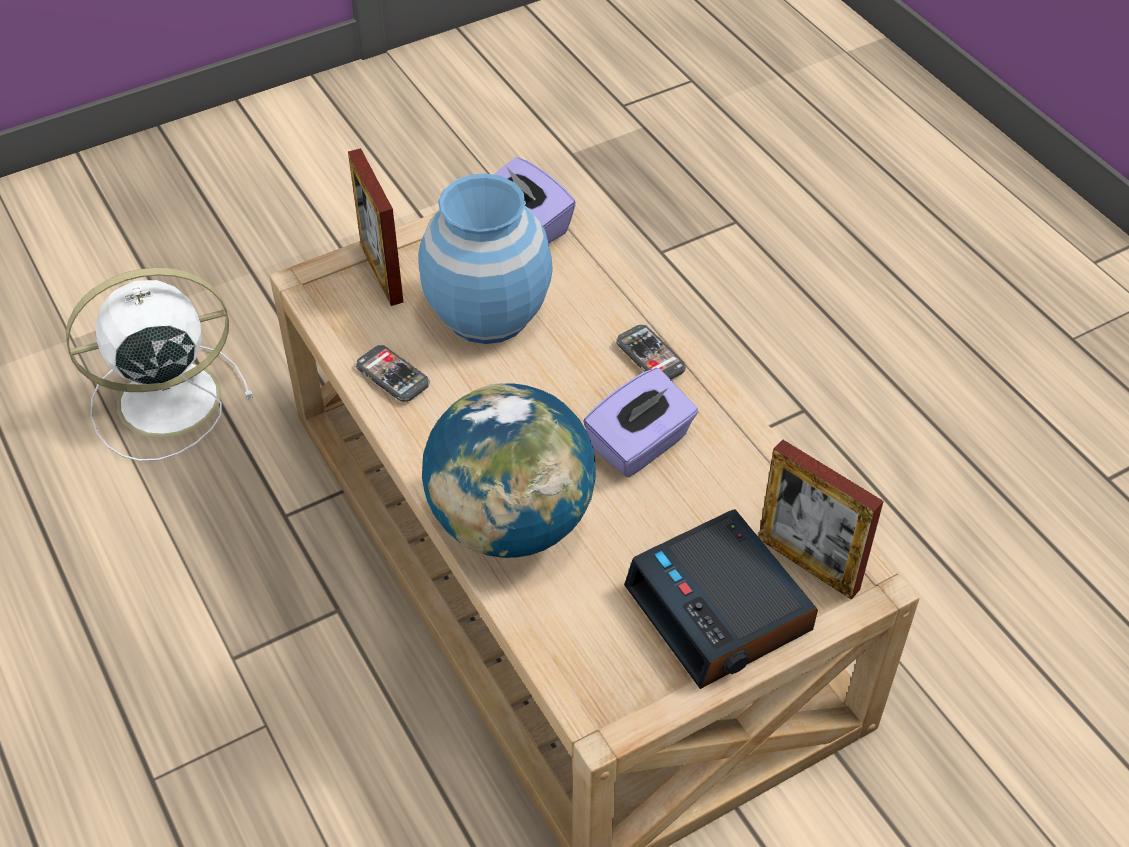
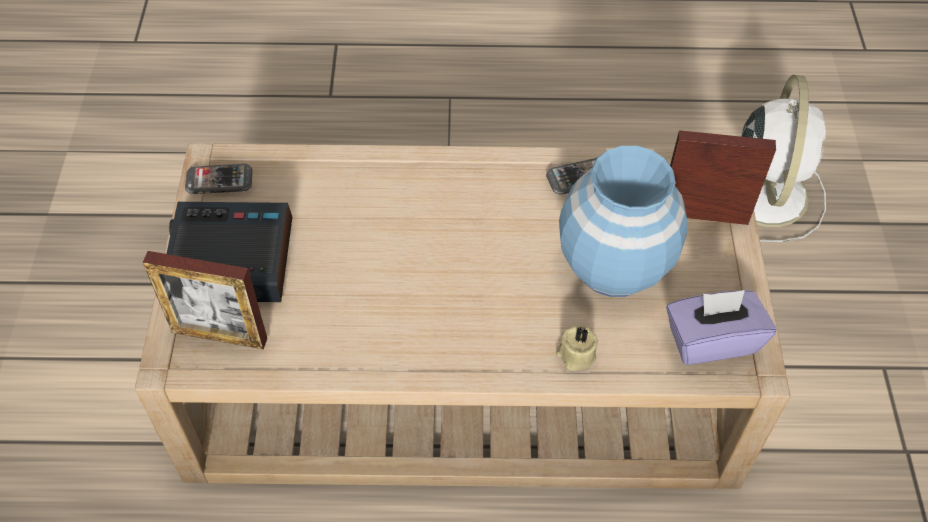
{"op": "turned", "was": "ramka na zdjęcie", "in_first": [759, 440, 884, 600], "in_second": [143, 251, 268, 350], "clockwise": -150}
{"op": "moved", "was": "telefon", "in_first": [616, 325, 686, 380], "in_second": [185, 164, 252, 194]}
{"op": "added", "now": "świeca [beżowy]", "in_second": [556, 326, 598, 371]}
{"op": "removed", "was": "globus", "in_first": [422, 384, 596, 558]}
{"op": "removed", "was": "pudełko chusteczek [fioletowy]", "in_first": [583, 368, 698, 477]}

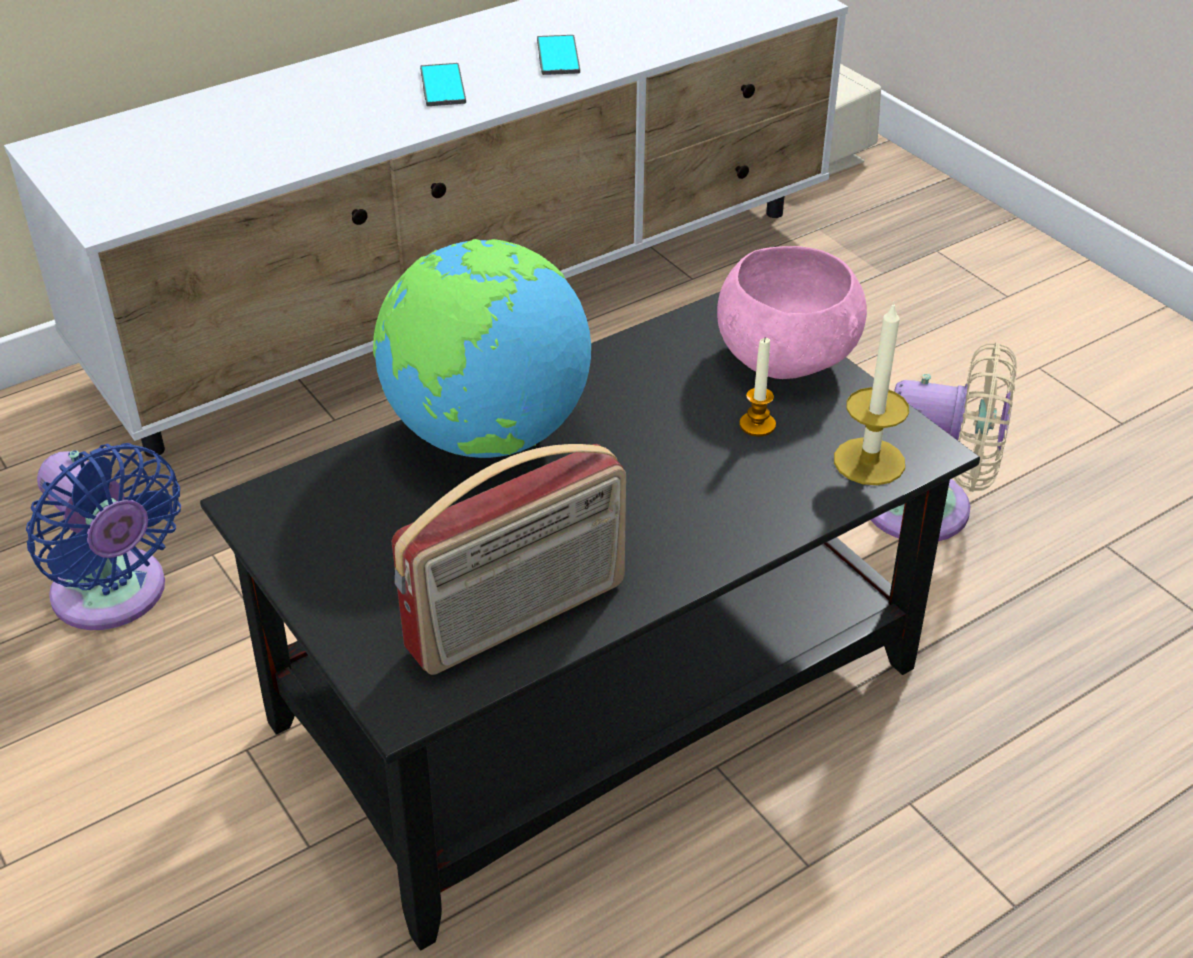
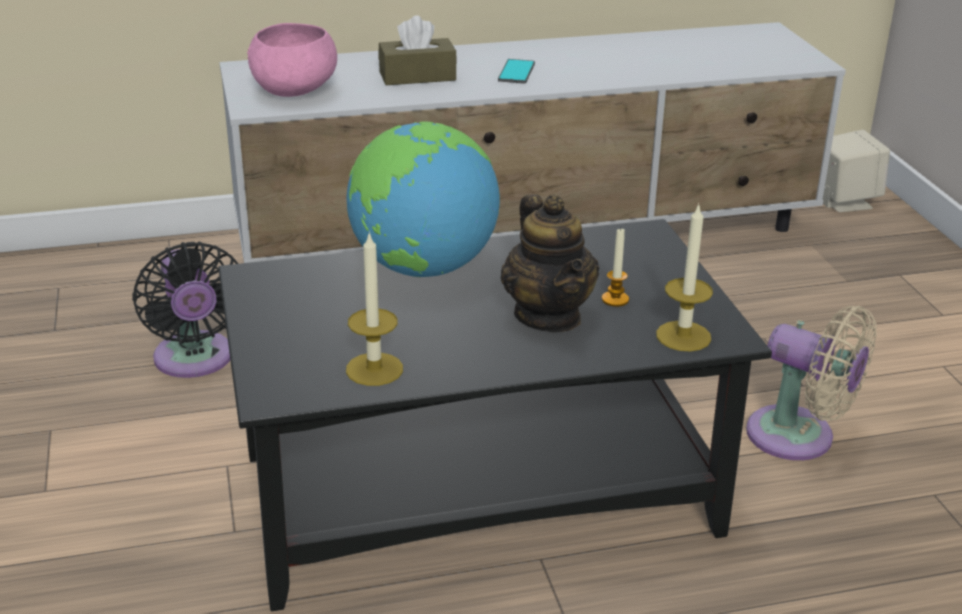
{"op": "recoloured", "was": "wentylator [niebieski]", "now": "wentylator [czarny]", "in_first": [26, 443, 181, 630], "in_second": [132, 242, 238, 378]}
{"op": "moved", "was": "miska [różowy]", "in_first": [717, 246, 867, 379], "in_second": [247, 23, 337, 97]}
{"op": "replaced", "was": "radio", "now": "świeca", "in_first": [392, 444, 626, 675], "in_second": [346, 231, 403, 386]}
{"op": "added", "now": "pudełko chusteczek [brązowy]", "in_second": [379, 15, 457, 85]}
{"op": "added", "now": "imbryk", "in_second": [501, 194, 599, 332]}
{"op": "removed", "was": "telefon", "in_first": [537, 35, 580, 75]}

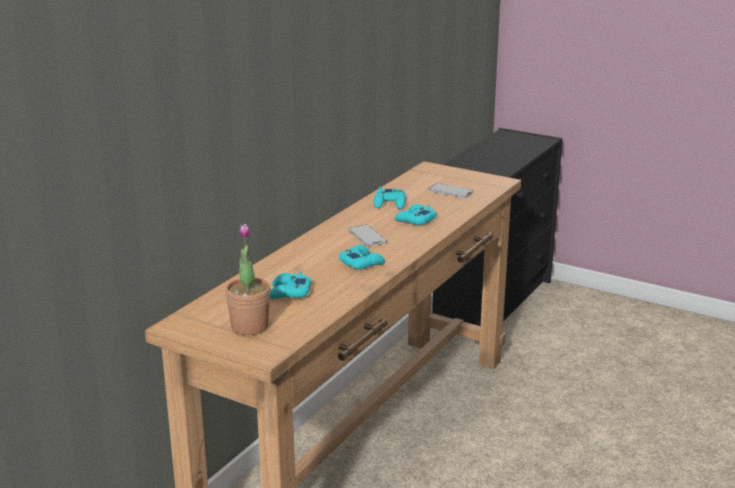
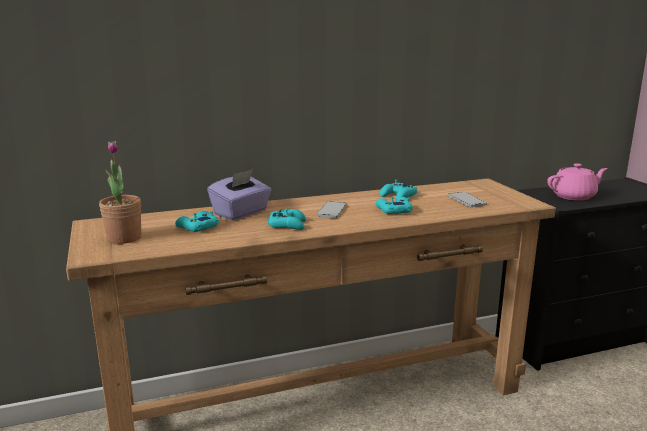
{"op": "added", "now": "pudełko chusteczek [fioletowy]", "in_second": [207, 169, 271, 220]}
{"op": "added", "now": "imbryk [różowy]", "in_second": [548, 163, 608, 201]}

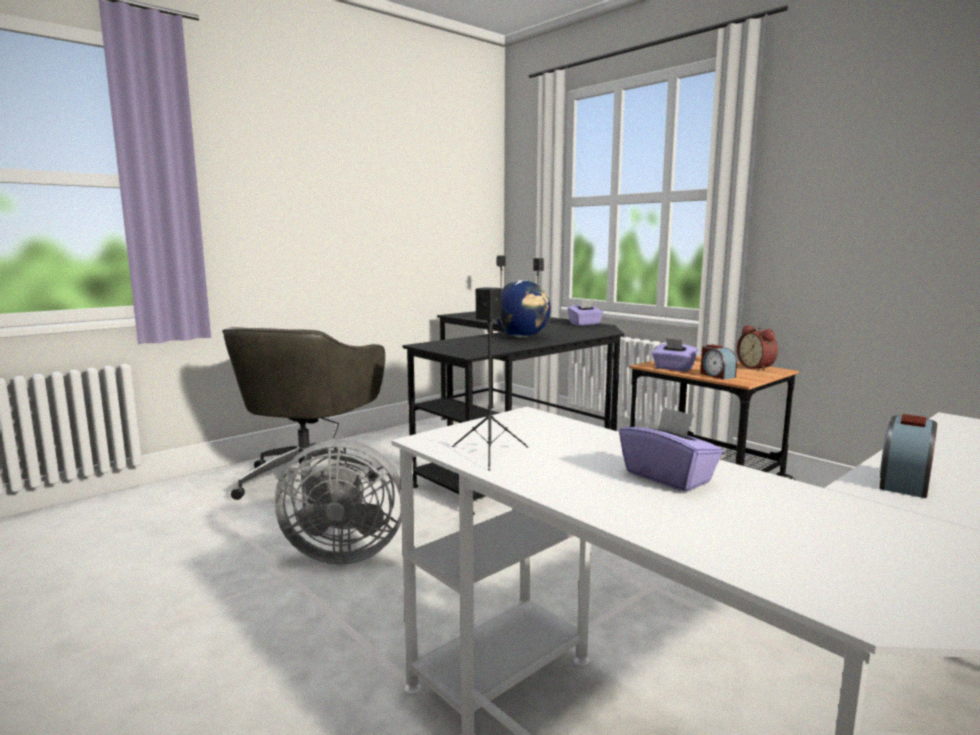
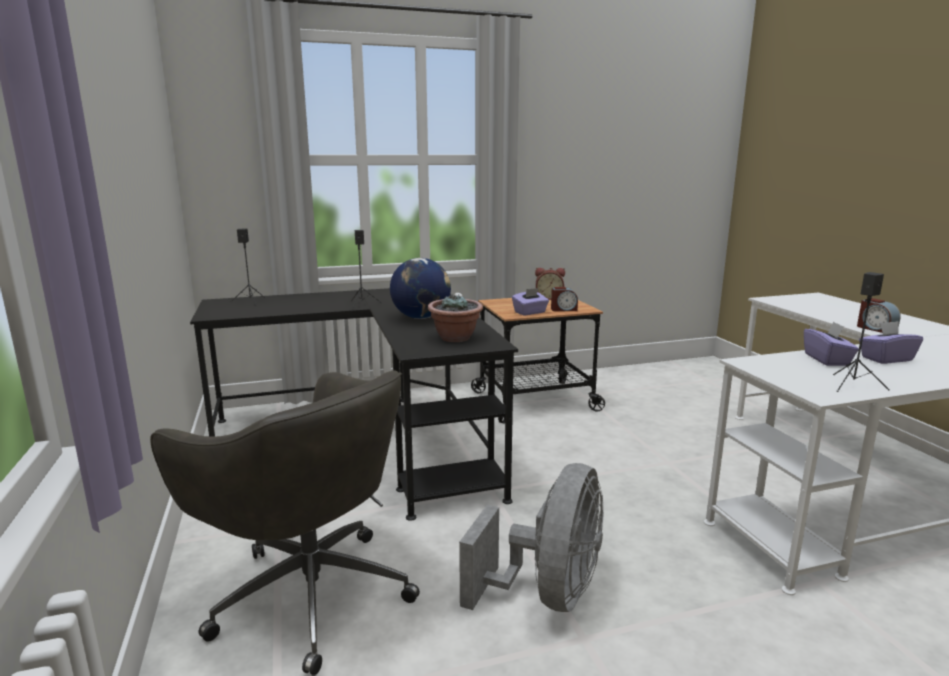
{"op": "added", "now": "roślina doniczkowa", "in_second": [428, 294, 483, 342]}
{"op": "moved", "was": "pudełko chusteczek [fioletowy]", "in_first": [568, 300, 603, 326], "in_second": [804, 321, 859, 366]}

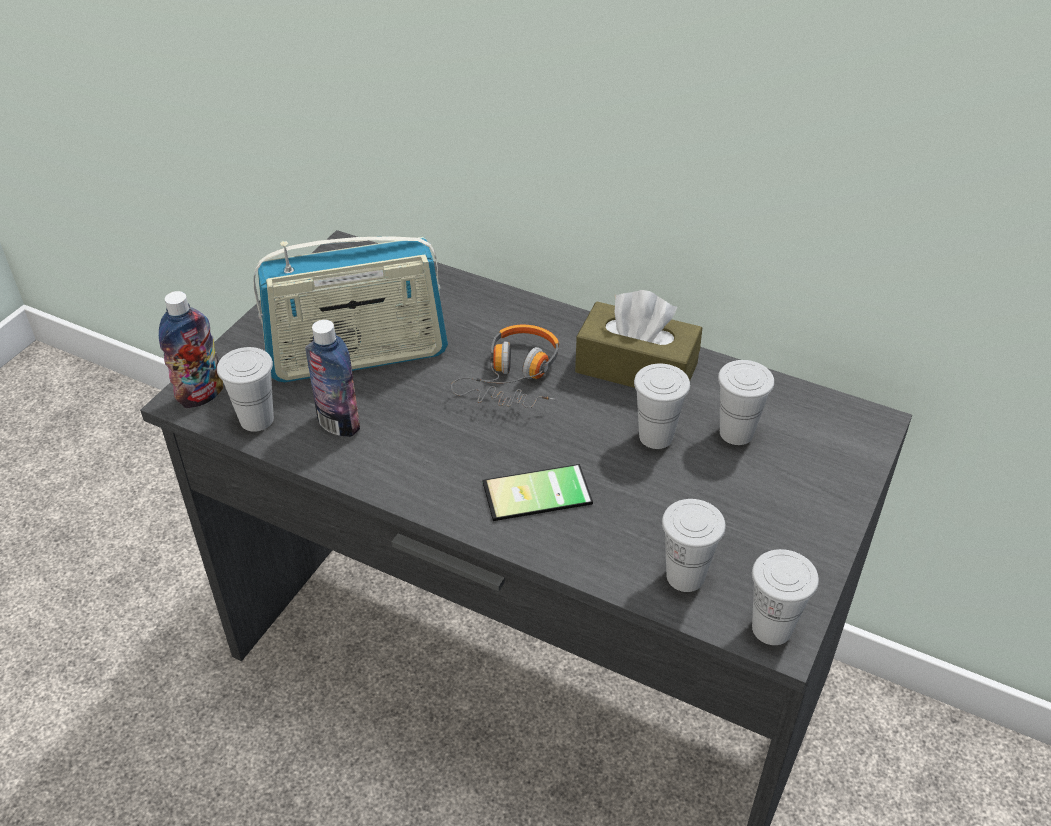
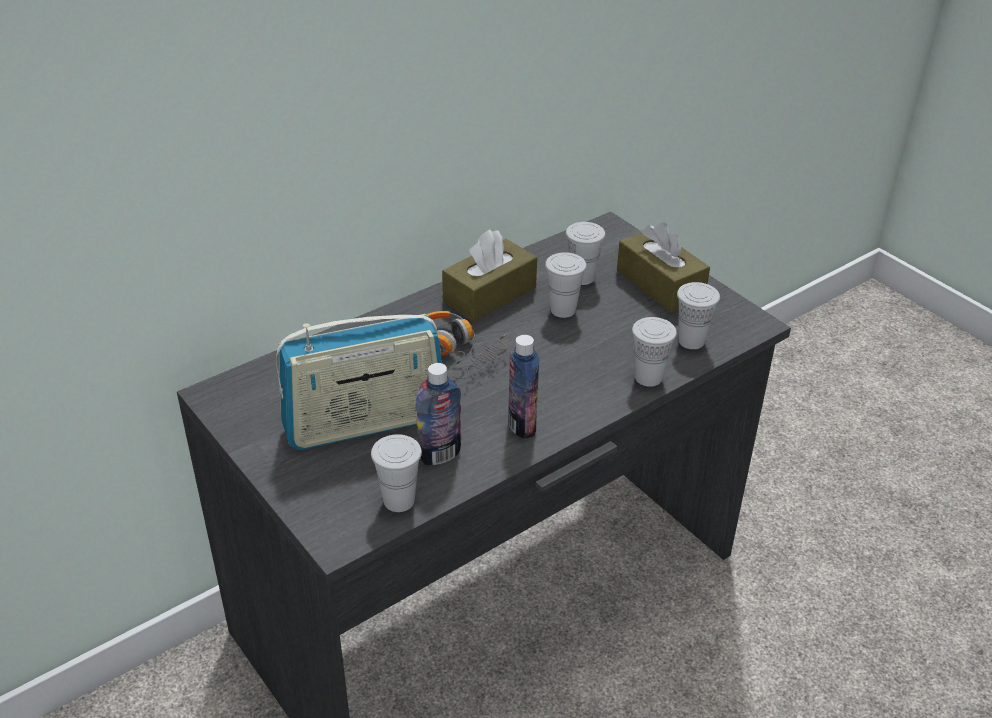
{"op": "turned", "was": "radio", "in_first": [254, 236, 448, 382], "in_second": [276, 314, 442, 450], "clockwise": 60}
{"op": "moved", "was": "butelka", "in_first": [159, 291, 223, 409], "in_second": [508, 335, 539, 439]}
{"op": "added", "now": "pudełko chusteczek [brązowy]", "in_second": [617, 222, 710, 312]}
{"op": "moved", "was": "filiżanka [biały]", "in_first": [752, 549, 819, 645], "in_second": [632, 317, 677, 387]}
{"op": "removed", "was": "telefon", "in_first": [483, 464, 593, 521]}

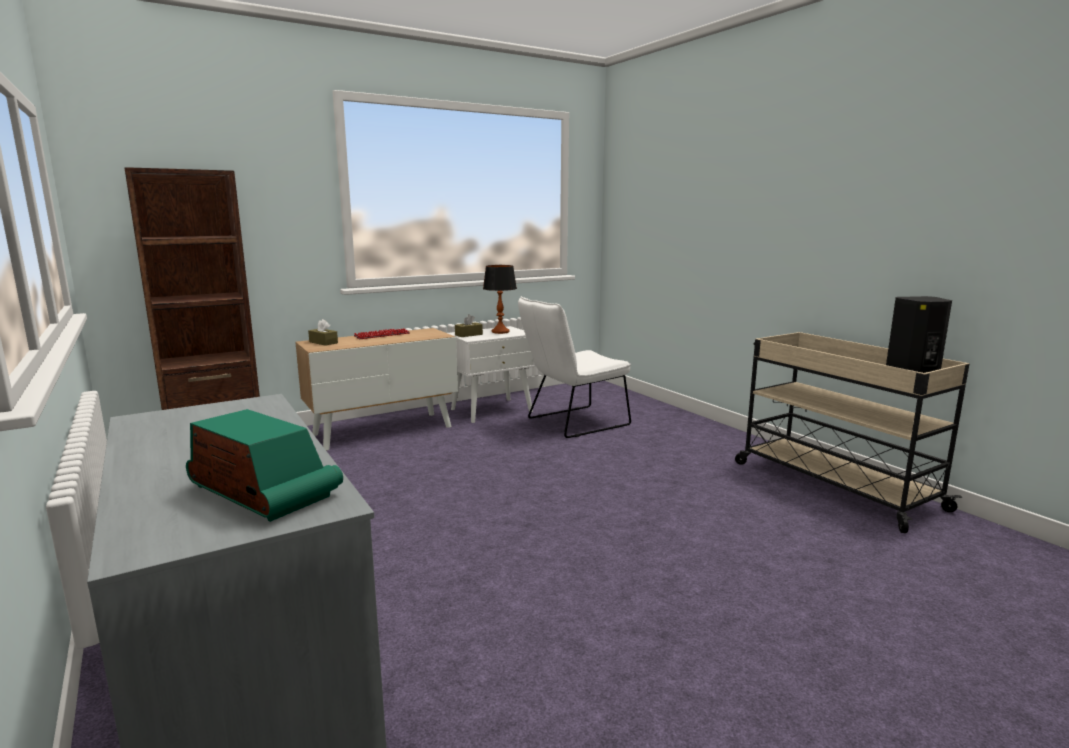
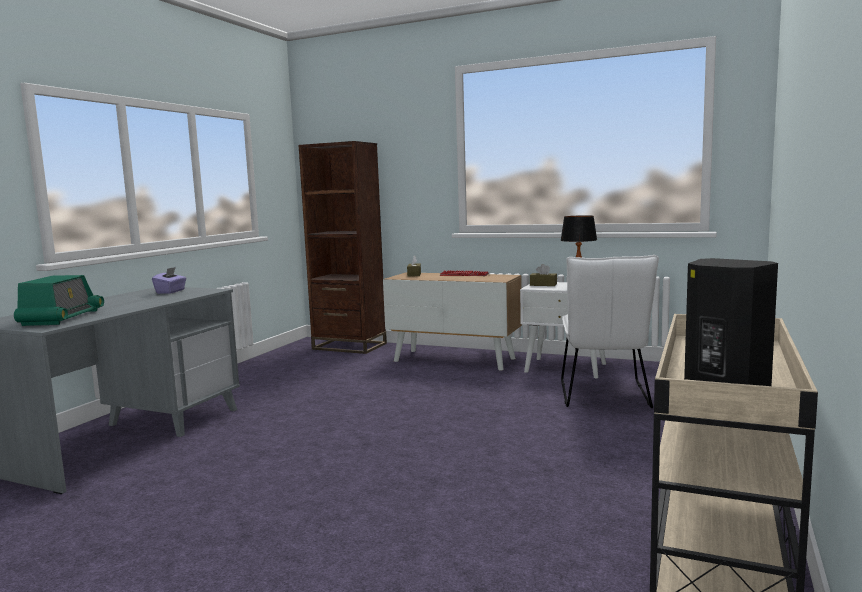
{"op": "added", "now": "pudełko chusteczek [fioletowy]", "in_second": [152, 267, 186, 294]}
{"op": "turned", "was": "krzesło [biały]", "in_first": [518, 296, 631, 438], "in_second": [561, 255, 659, 408], "clockwise": -105}

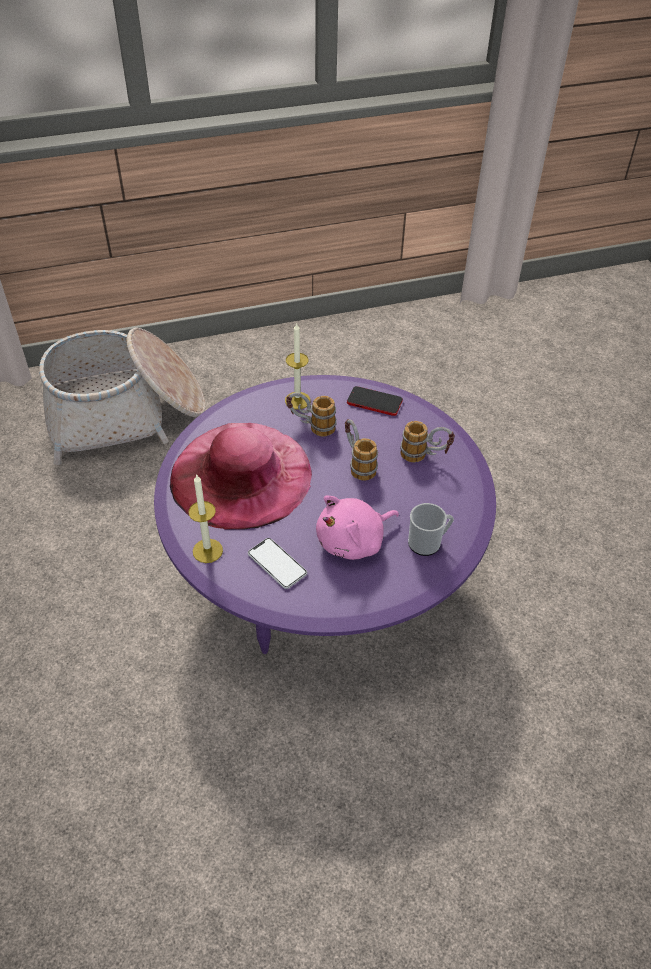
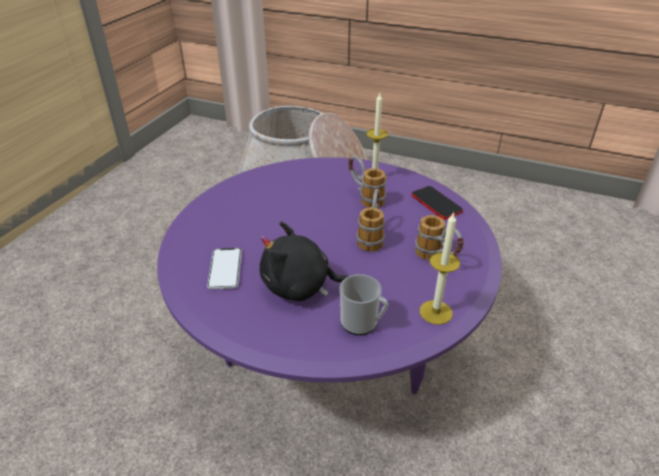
{"op": "recoloured", "was": "pluszak [różowy]", "now": "pluszak [czarny]", "in_first": [316, 495, 399, 560], "in_second": [259, 221, 349, 301]}
{"op": "moved", "was": "świeca", "in_first": [188, 474, 223, 563], "in_second": [420, 211, 460, 325]}
{"op": "removed", "was": "kapelusz [różowy]", "in_first": [170, 423, 312, 530]}

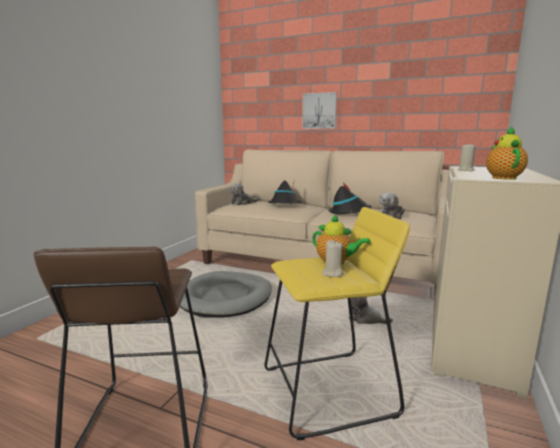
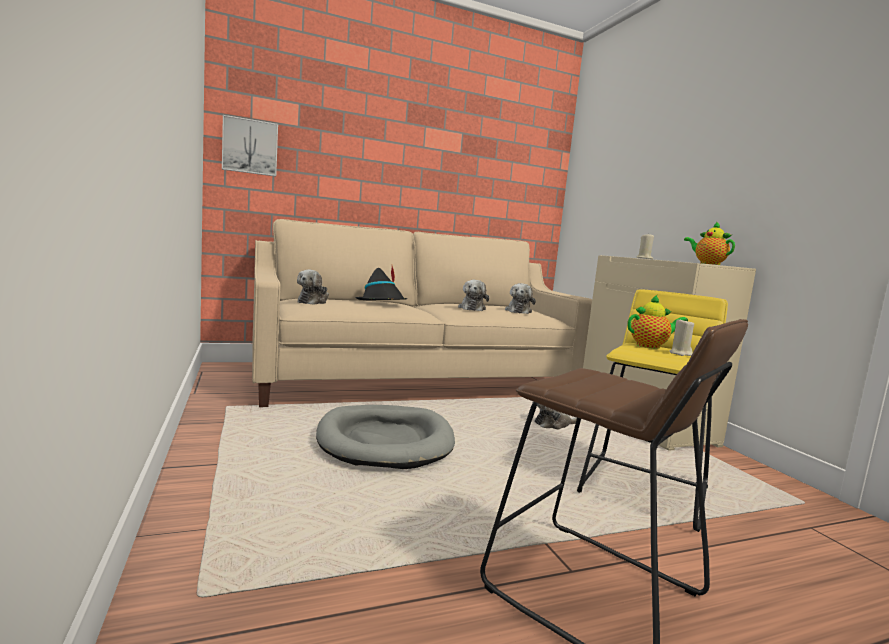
{"op": "moved", "was": "obraz", "in_first": [302, 92, 337, 129], "in_second": [222, 115, 278, 176]}
{"op": "replaced", "was": "kapelusz [czarny]", "now": "pluszak", "in_first": [328, 182, 372, 214], "in_second": [458, 280, 489, 311]}

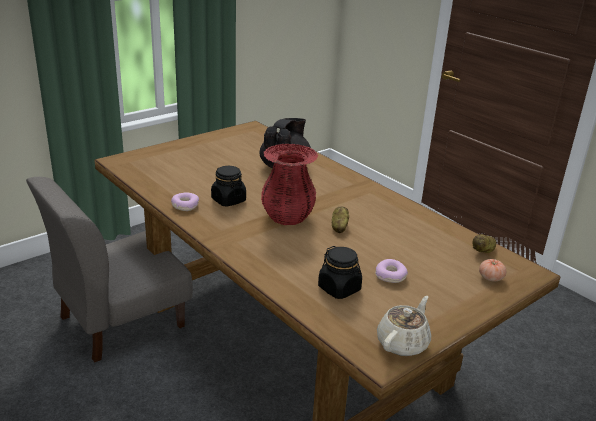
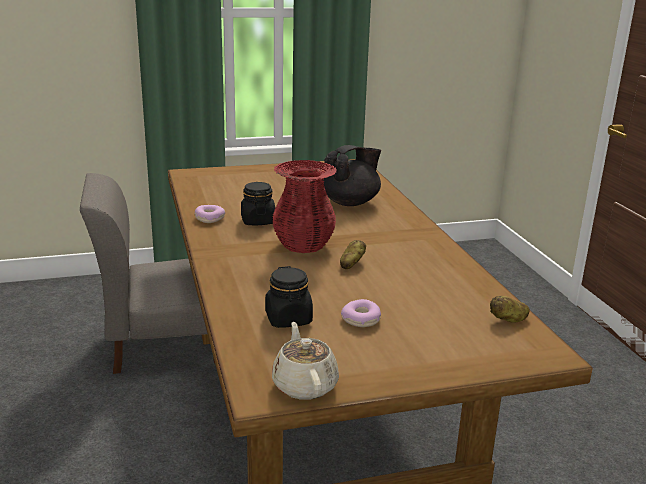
{"op": "turned", "was": "imbryk [beżowy]", "in_first": [377, 296, 431, 356], "in_second": [272, 322, 339, 400], "clockwise": -75}
{"op": "removed", "was": "pomidor", "in_first": [479, 259, 506, 282]}

